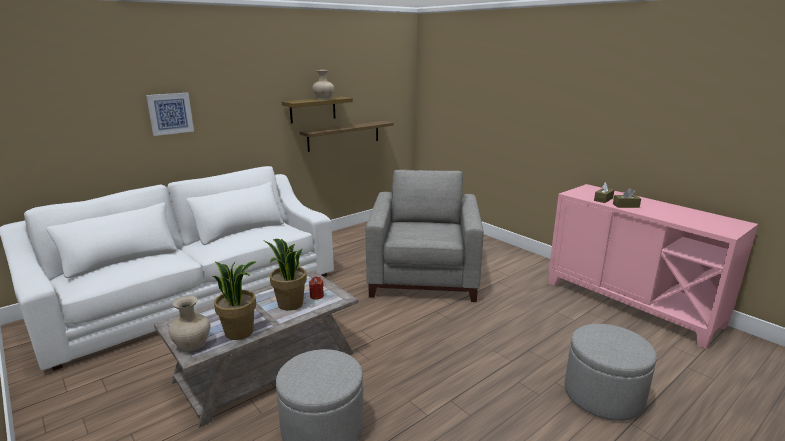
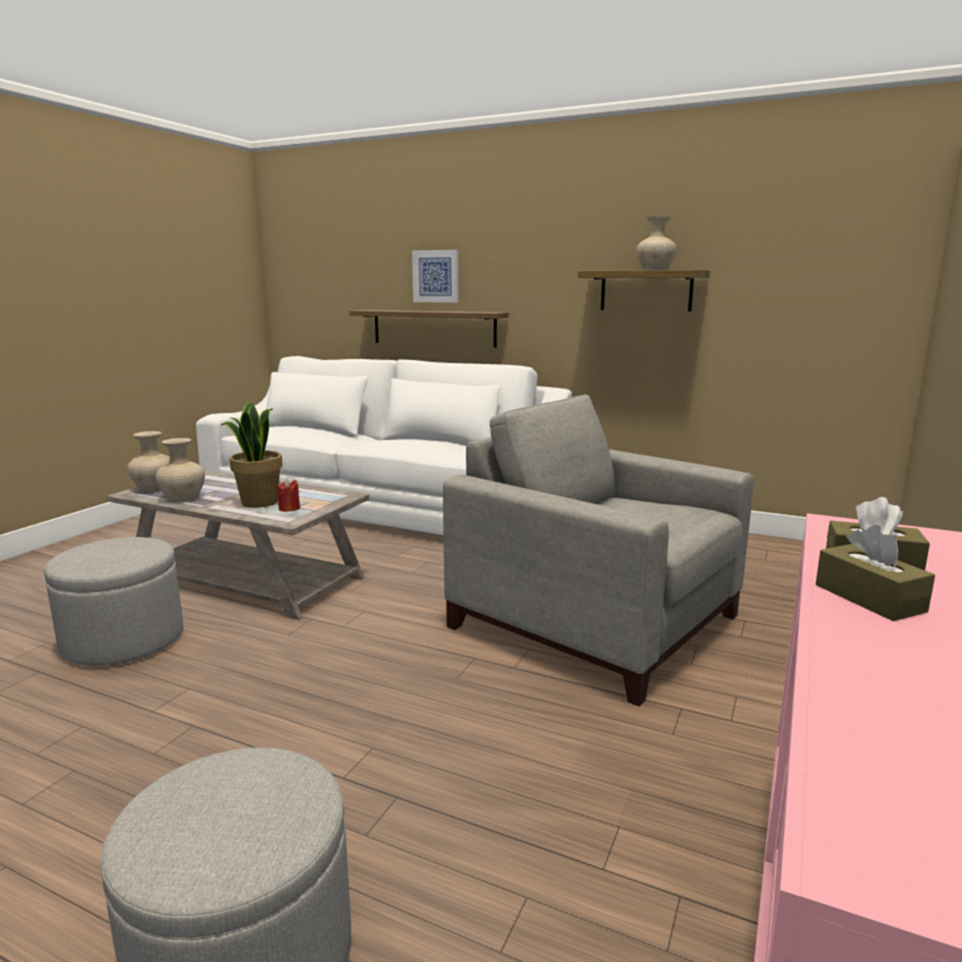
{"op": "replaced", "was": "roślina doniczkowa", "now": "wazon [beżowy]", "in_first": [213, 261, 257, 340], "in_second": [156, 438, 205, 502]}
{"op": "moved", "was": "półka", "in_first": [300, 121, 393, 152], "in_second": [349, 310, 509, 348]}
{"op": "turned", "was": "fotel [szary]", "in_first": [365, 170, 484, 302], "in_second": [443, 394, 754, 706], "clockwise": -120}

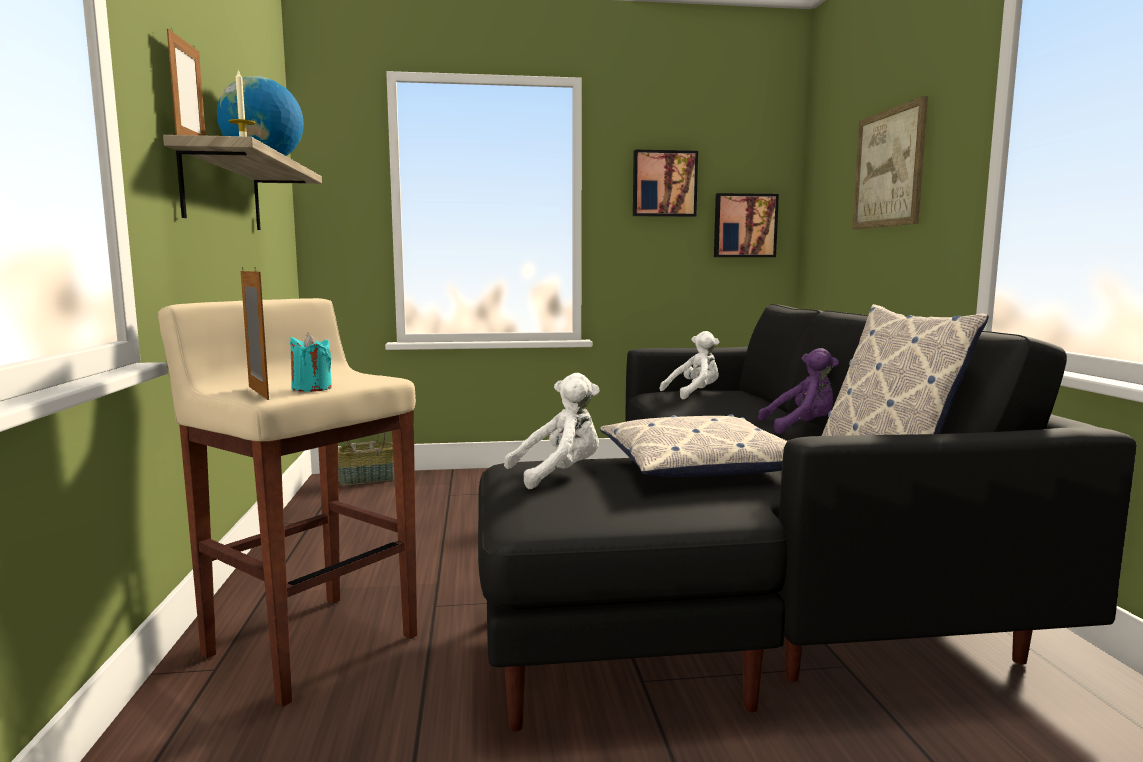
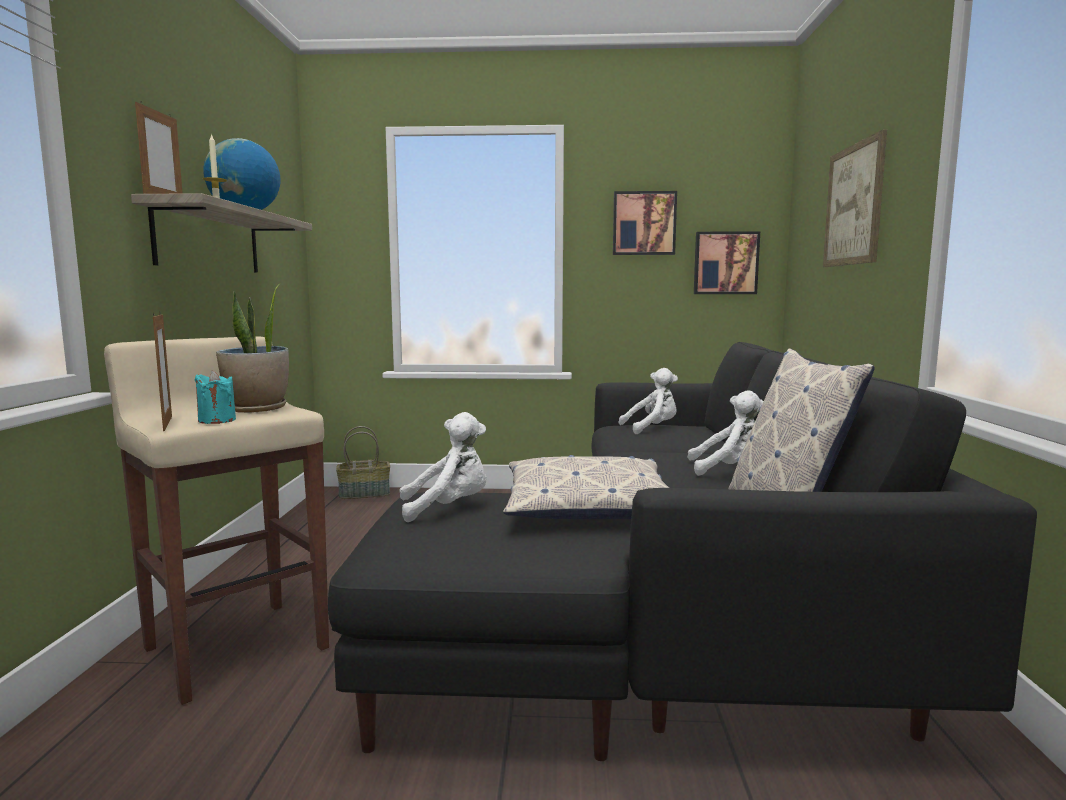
{"op": "added", "now": "roślina doniczkowa", "in_second": [216, 284, 289, 413]}
{"op": "recoloured", "was": "pluszak [fioletowy]", "now": "pluszak [biały]", "in_first": [758, 348, 839, 434], "in_second": [687, 390, 764, 476]}

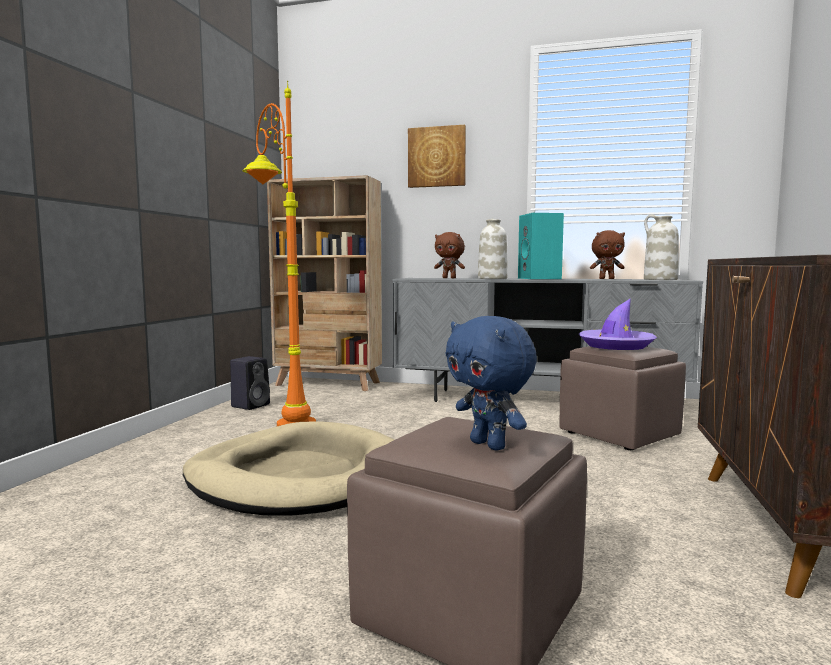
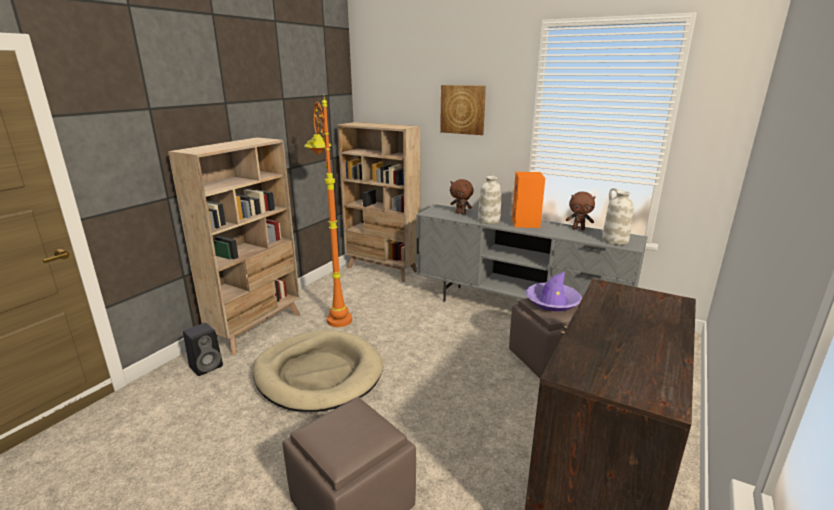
{"op": "added", "now": "regał [beżowy]", "in_second": [168, 137, 300, 355]}
{"op": "moved", "was": "głośnik [czarny]", "in_first": [230, 356, 270, 410], "in_second": [183, 323, 223, 376]}
{"op": "recoloured", "was": "głośnik [turkusowy]", "now": "głośnik [pomarańczowy]", "in_first": [518, 213, 564, 279], "in_second": [512, 172, 545, 228]}
{"op": "removed", "was": "pluszak [niebieski]", "in_first": [446, 316, 537, 451]}

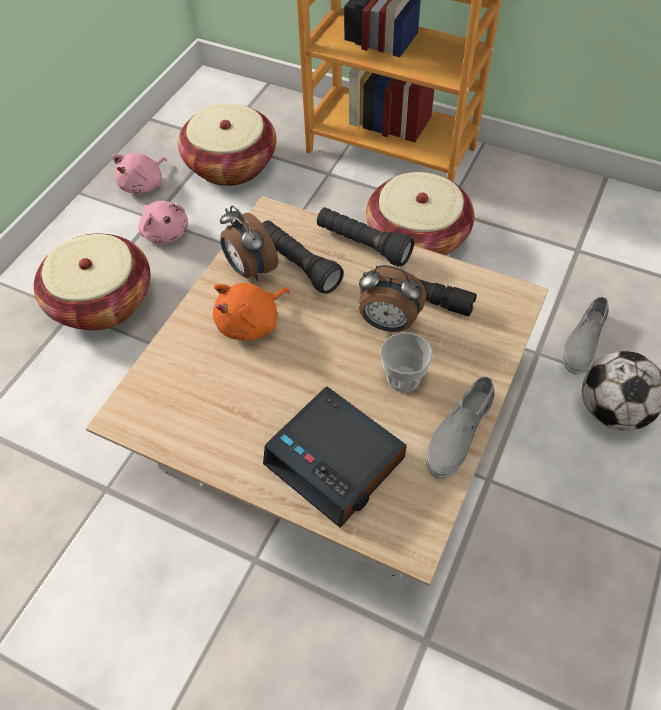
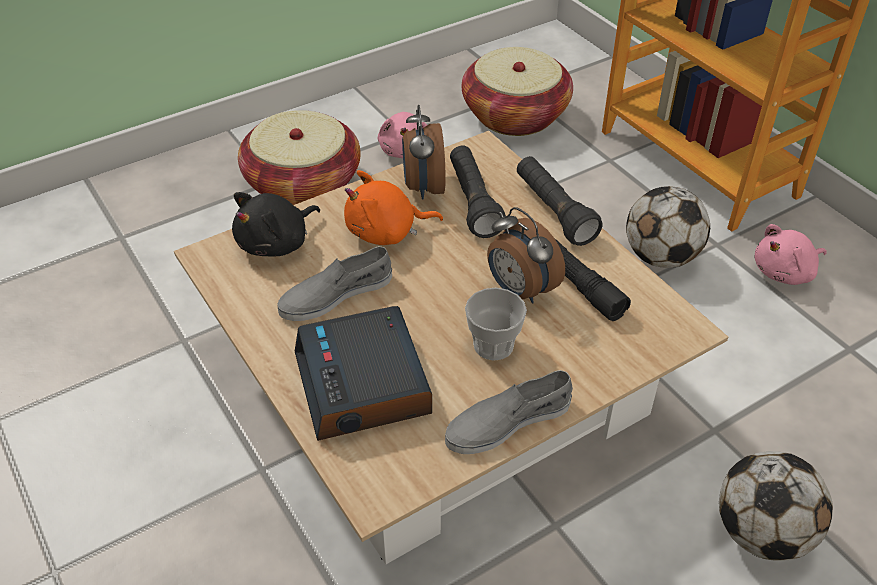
{"op": "added", "now": "pluszak [czarny]", "in_second": [232, 192, 320, 256]}
{"op": "moved", "was": "but [szary]", "in_first": [562, 297, 608, 374], "in_second": [277, 246, 392, 321]}
{"op": "replaced", "was": "koszyk", "now": "piłka futbolowa", "in_first": [366, 172, 474, 256], "in_second": [626, 186, 710, 268]}
{"op": "moved", "was": "pluszak [różowy]", "in_first": [112, 153, 167, 193], "in_second": [754, 224, 827, 285]}

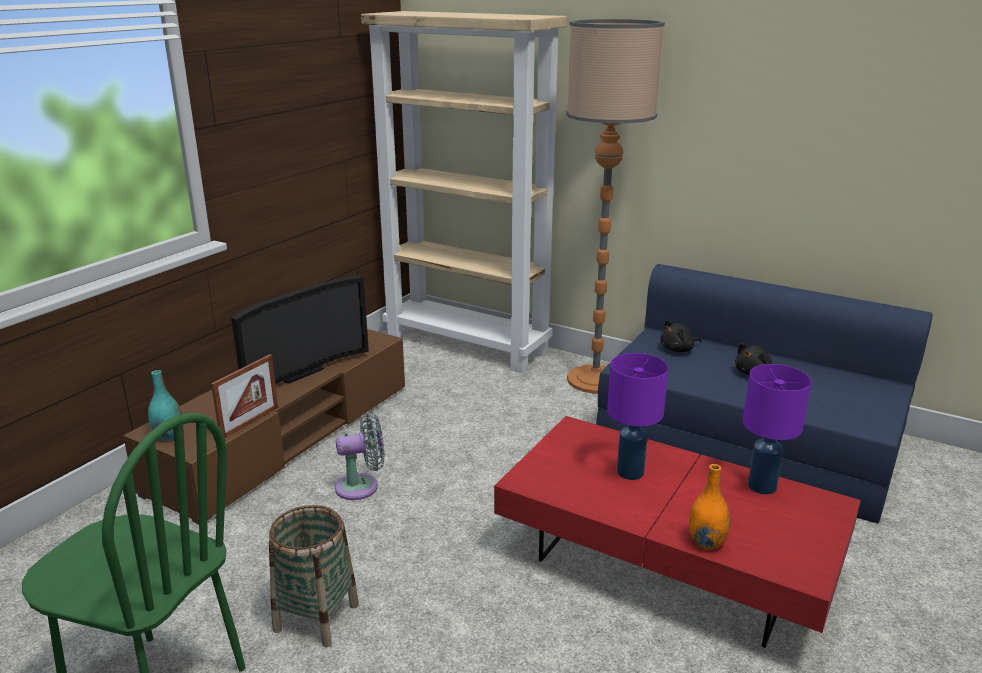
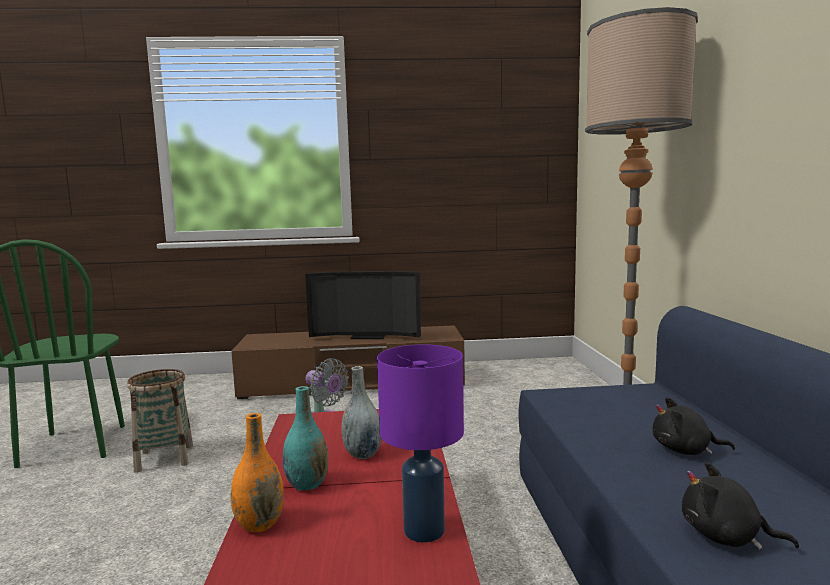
{"op": "moved", "was": "wazon [turkusowy]", "in_first": [148, 370, 182, 441], "in_second": [283, 386, 328, 491]}
{"op": "replaced", "was": "lampa stołowa [fioletowy]", "now": "wazon [szary]", "in_first": [607, 353, 668, 480], "in_second": [342, 366, 382, 459]}
{"op": "moved", "was": "pluszak [czarny]", "in_first": [660, 320, 702, 352], "in_second": [682, 462, 799, 550]}
{"op": "removed", "was": "ramka na zdjęcie", "in_first": [211, 354, 278, 438]}
{"op": "removed", "was": "regał [beżowy]", "in_first": [361, 11, 567, 373]}

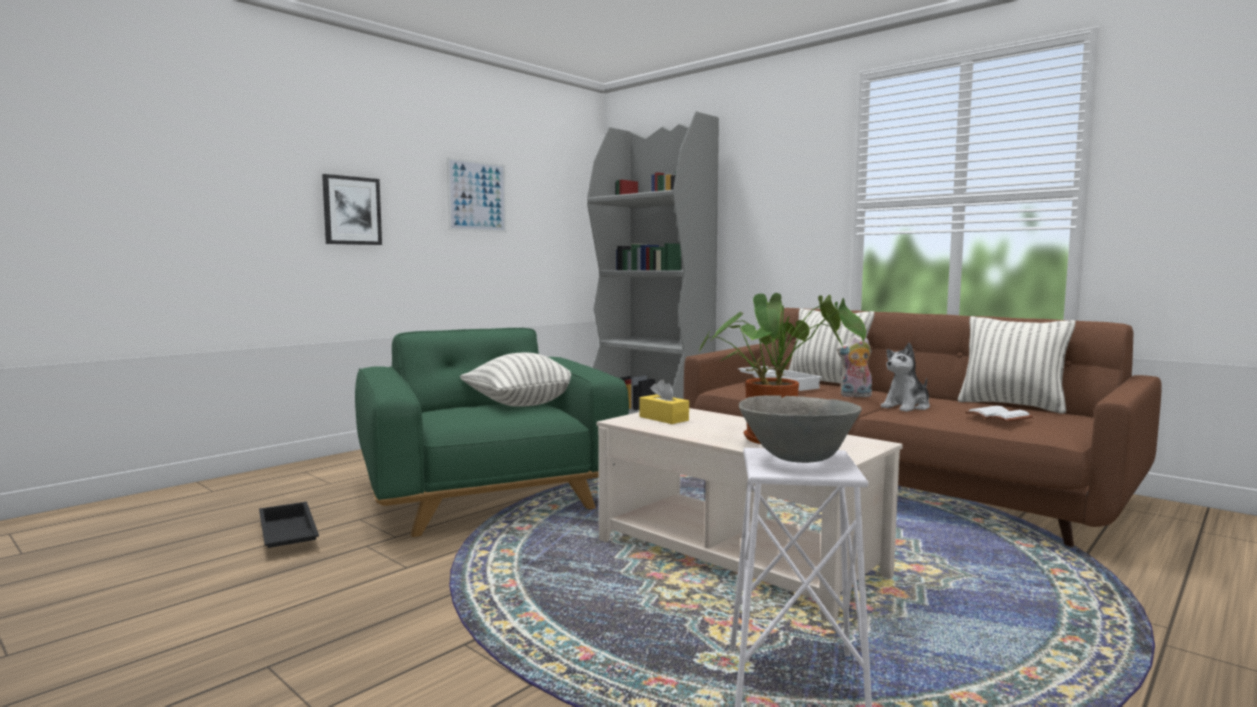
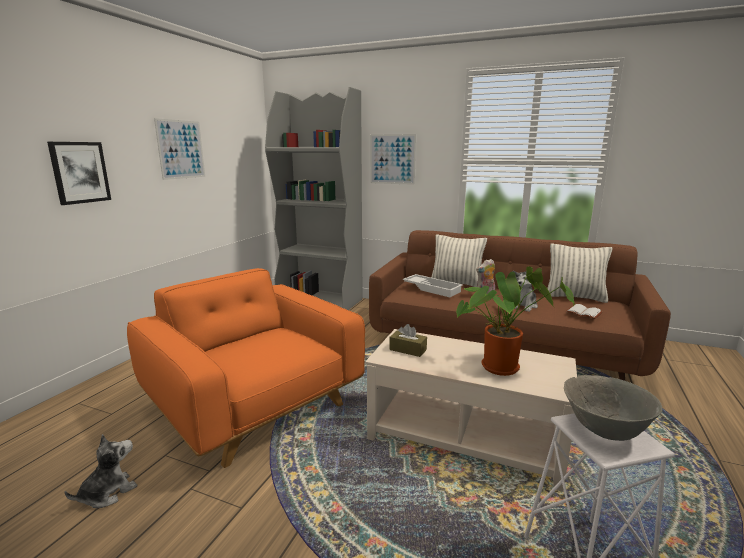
{"op": "replaced", "was": "taca [czarny]", "now": "pluszak", "in_first": [259, 502, 319, 548], "in_second": [64, 434, 138, 508]}
{"op": "recoloured", "was": "fotel [zielony]", "now": "fotel [pomarańczowy]", "in_first": [355, 328, 629, 537], "in_second": [127, 268, 365, 468]}
{"op": "added", "now": "obraz", "in_second": [370, 134, 416, 185]}
{"op": "recoloured", "was": "pudełko chusteczek [żółty]", "now": "pudełko chusteczek [brązowy]", "in_first": [639, 379, 689, 424], "in_second": [389, 324, 427, 357]}
{"op": "removed", "was": "poduszka", "in_first": [460, 353, 571, 407]}

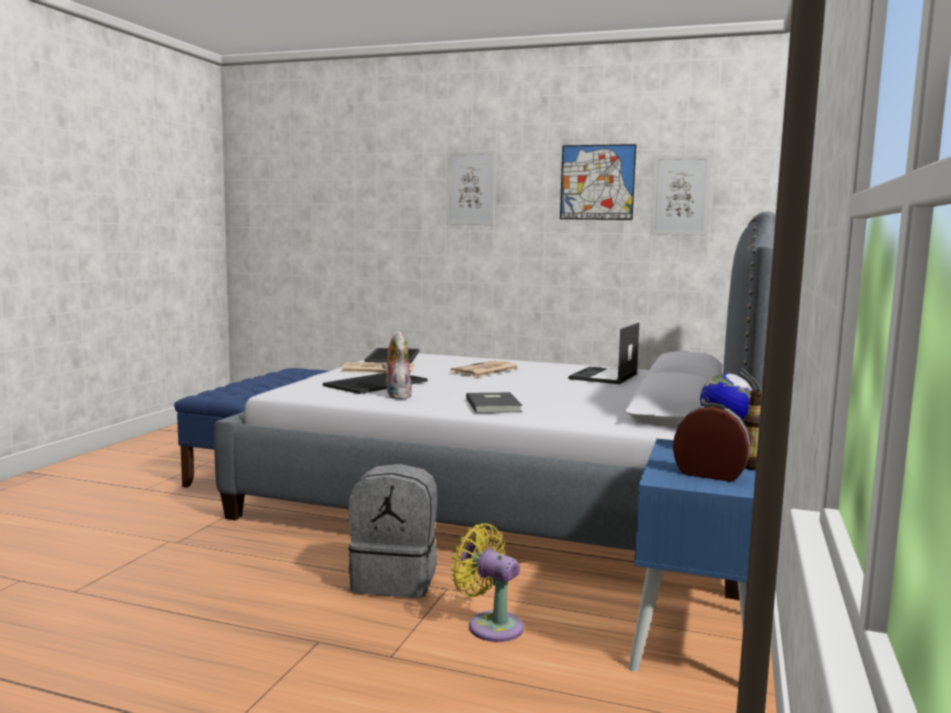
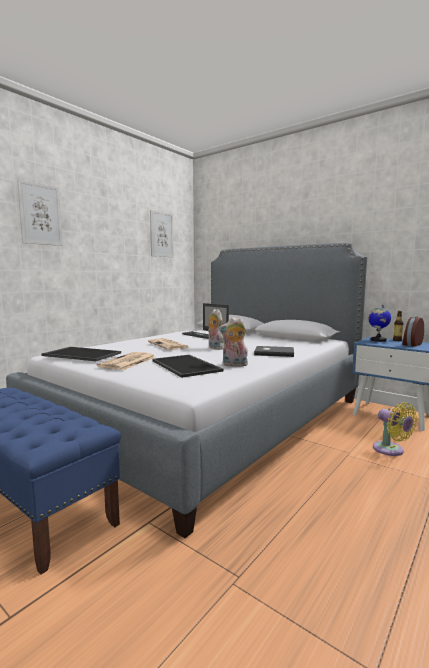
{"op": "added", "now": "pluszak", "in_second": [208, 309, 224, 350]}
{"op": "turned", "was": "wentylator [żółty]", "in_first": [451, 523, 524, 642], "in_second": [373, 402, 417, 456], "clockwise": -90}
{"op": "removed", "was": "plecak [szary]", "in_first": [348, 464, 437, 598]}
{"op": "removed", "was": "obraz", "in_first": [560, 144, 636, 220]}

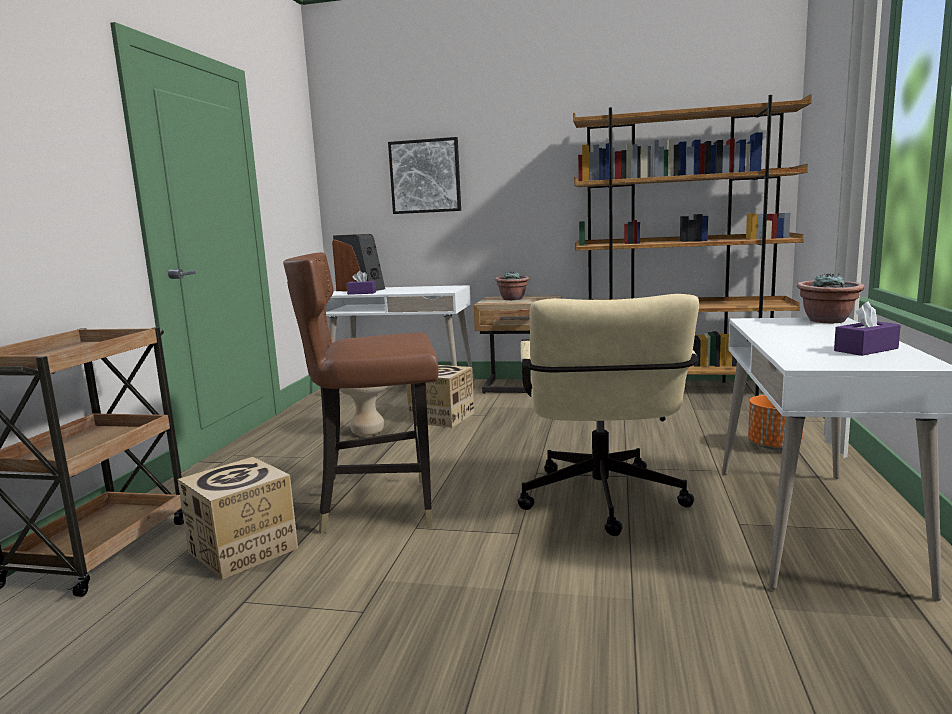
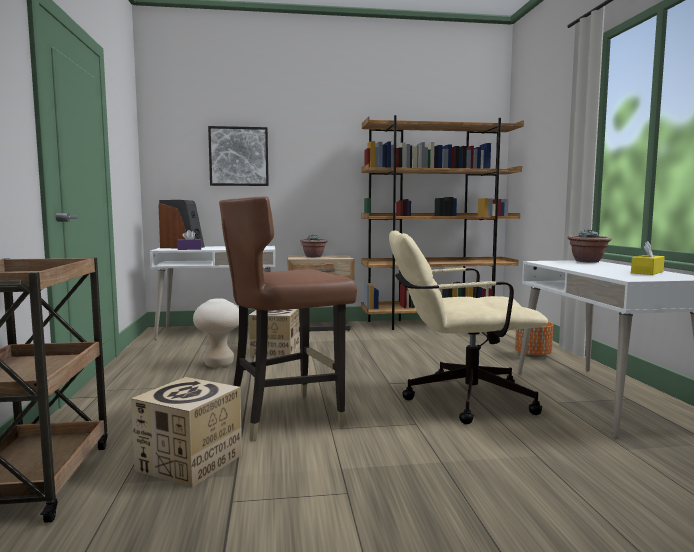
{"op": "turned", "was": "krzesło biurowe [beżowy]", "in_first": [517, 294, 699, 536], "in_second": [389, 231, 548, 424], "clockwise": 105}
{"op": "recoloured", "was": "pudełko chusteczek [fioletowy]", "now": "pudełko chusteczek [żółty]", "in_first": [834, 302, 901, 356], "in_second": [631, 241, 665, 275]}

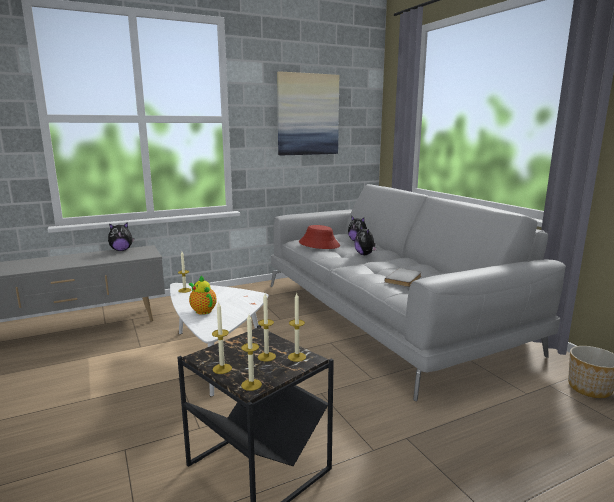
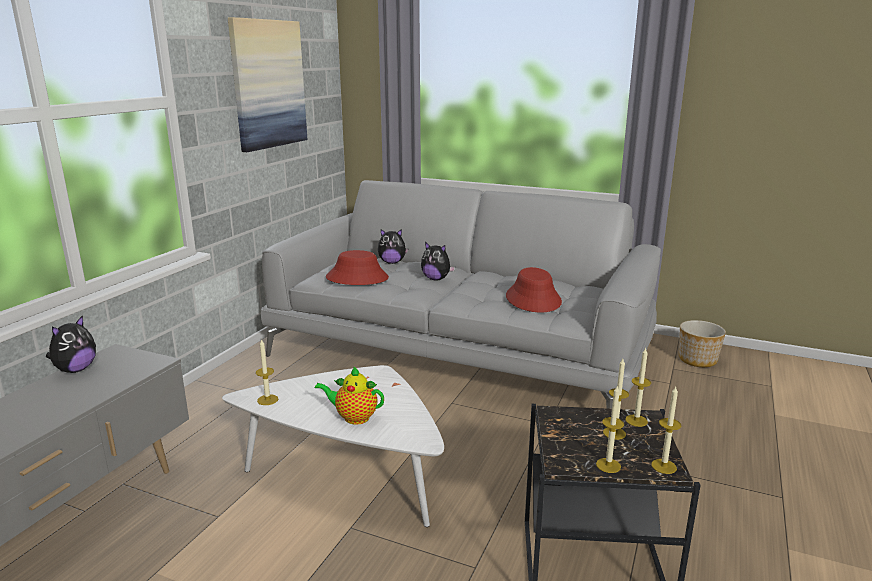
{"op": "replaced", "was": "książka [szary]", "now": "kapelusz [czerwony]", "in_first": [385, 268, 422, 287], "in_second": [506, 267, 562, 312]}

